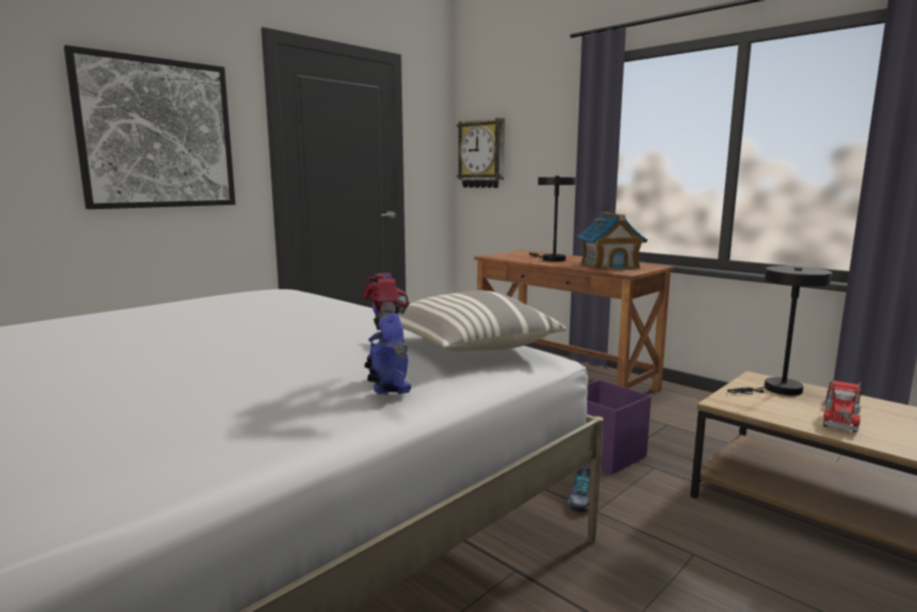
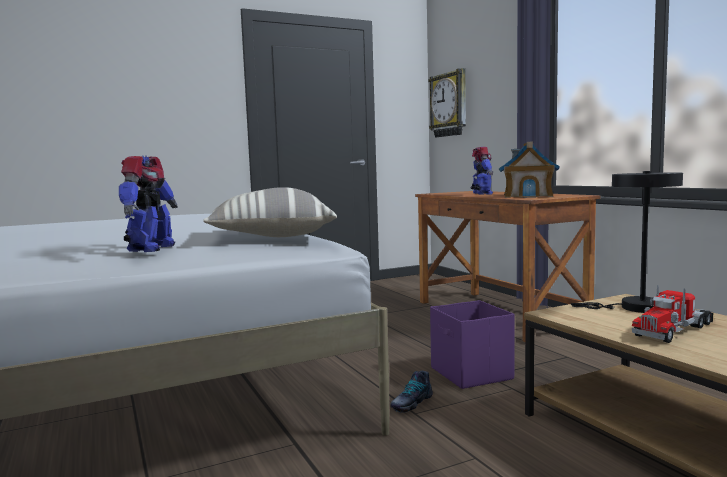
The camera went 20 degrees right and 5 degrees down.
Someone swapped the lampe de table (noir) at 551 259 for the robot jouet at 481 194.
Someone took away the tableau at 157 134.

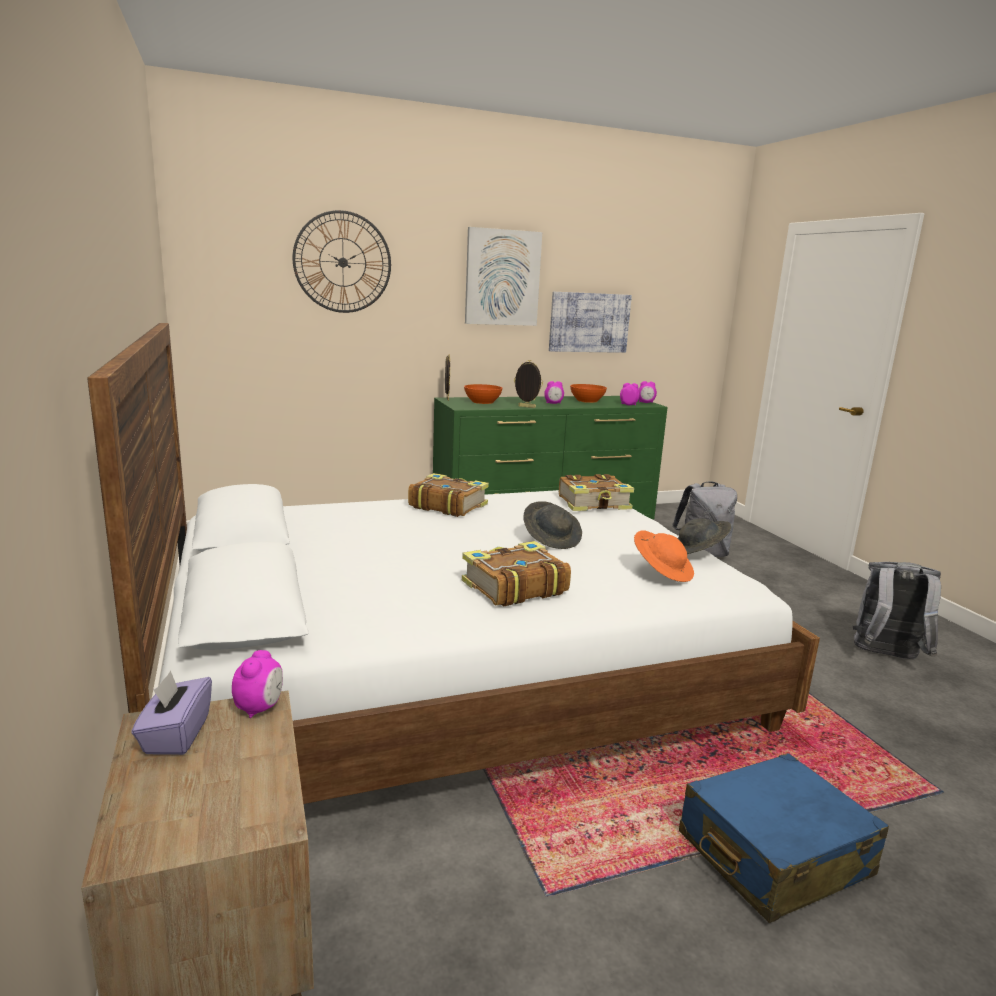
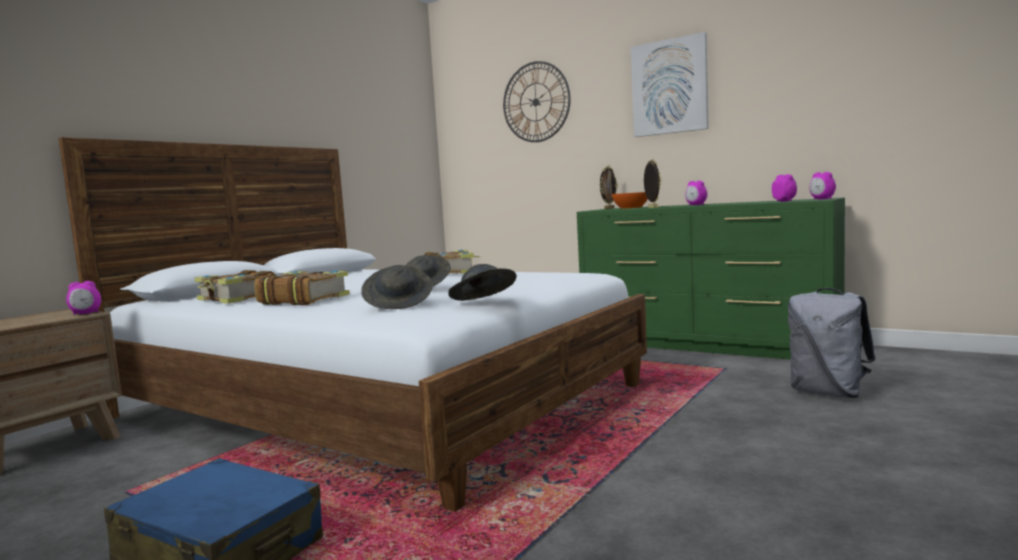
The camera went 55 degrees right and 10 degrees down.
Someone carried the livre from 594 504 to 237 299.
Someone repainted the chapeau (orange) at 662 571, which became the chapeau (gris) at 399 304.
Someone took away the boîte à mouchoirs (violet) at 176 735.
Someone took away the tableau at 589 322.
Someone took away the bol (orange) at 587 400.
Someone took away the sac à dos (gris) at 886 656.

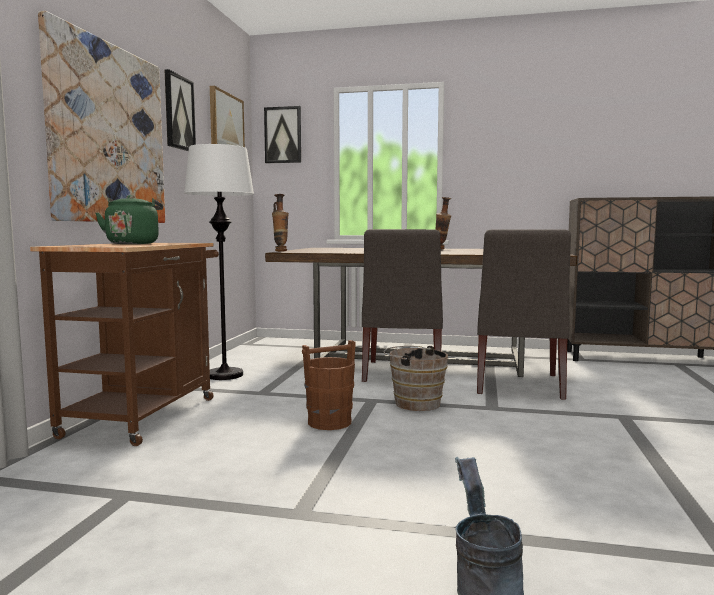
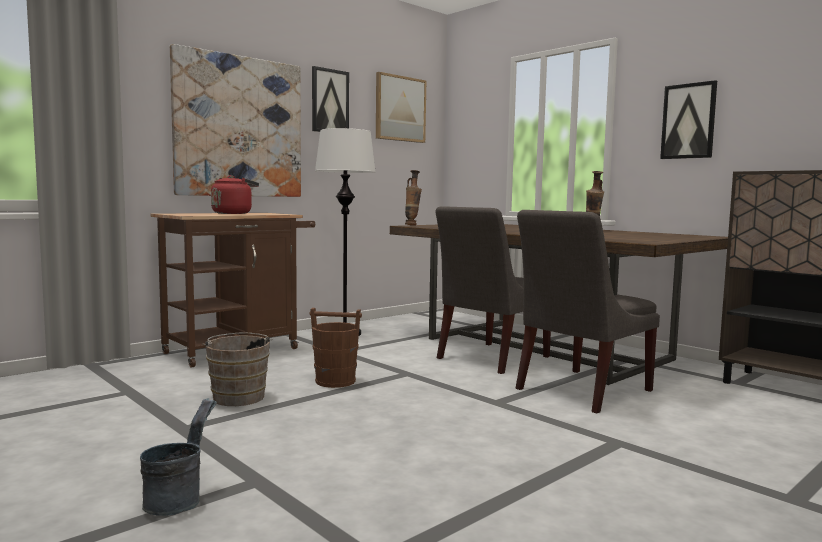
The camera went 35 degrees right and 0 degrees up.
Someone carried the seau (marron) from 414 403 to 238 396.
Someone repainted the bouilloire (vert) at 133 243, which became the bouilloire (rouge) at 233 213.
Someone carried the tableau from 283 135 to 688 121.

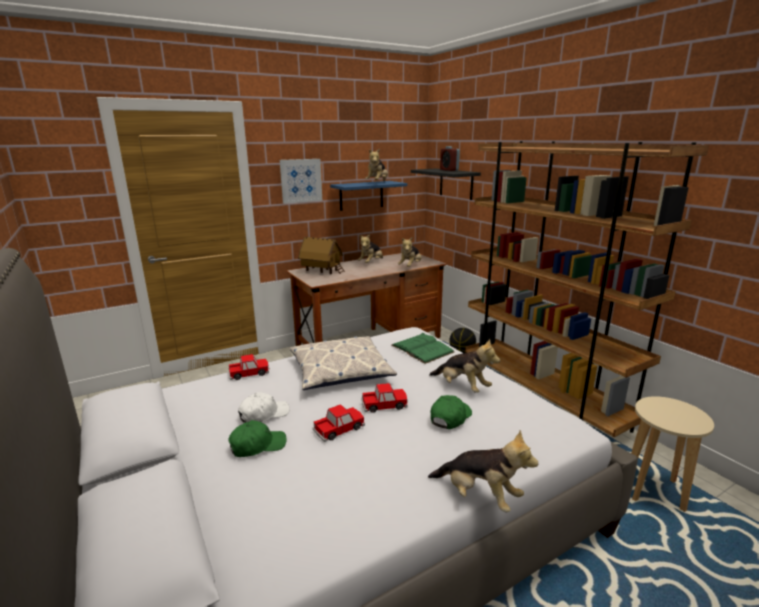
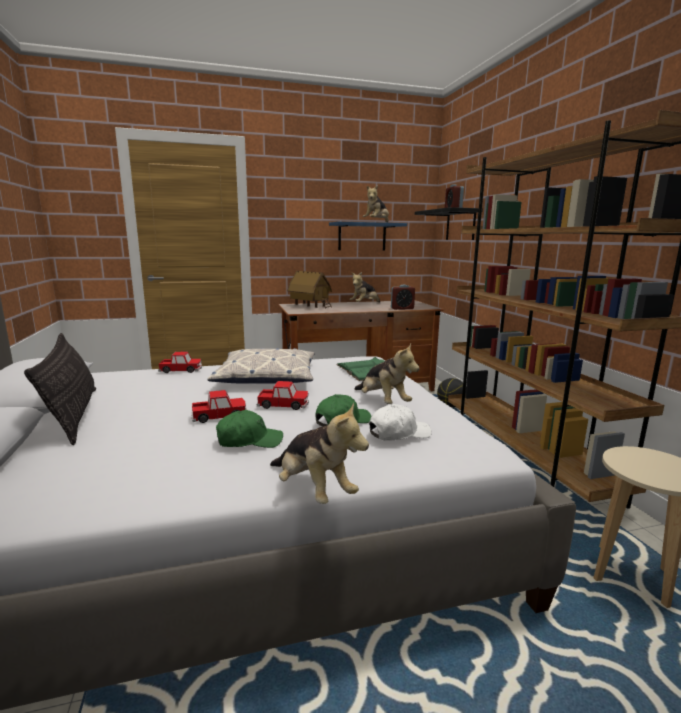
The camera went 15 degrees right and 5 degrees down.
Someone put down the coussin at 73 414.
Someone carried the casquette (vert) from 257 445 to 249 440.
Someone carried the casquette (blanc) from 264 414 to 399 433.
Someone swapped the peluche at 410 266 for the réveil at 402 308.
Someone took away the tableau at 301 180.

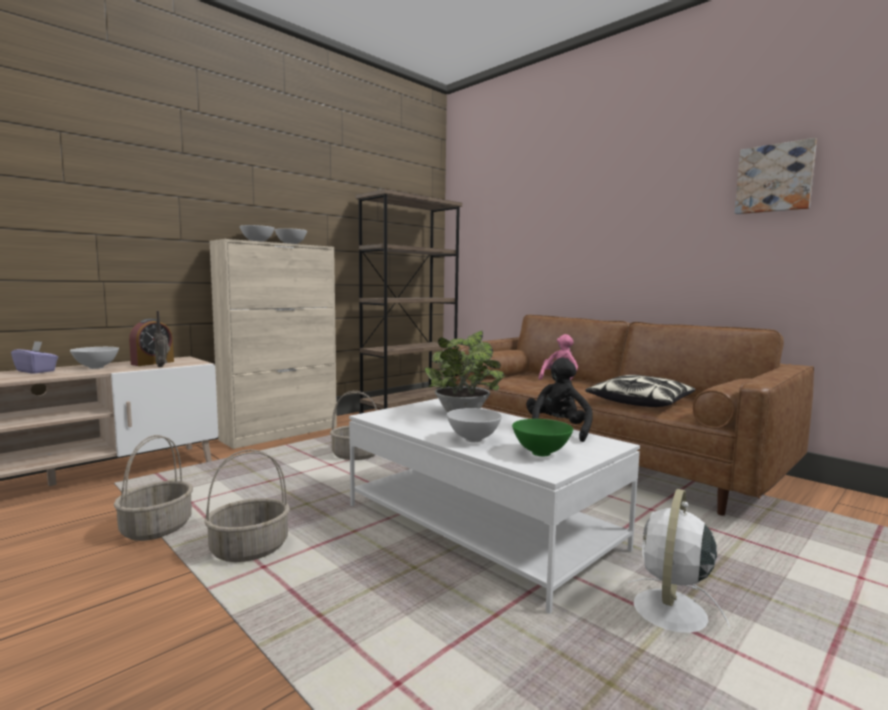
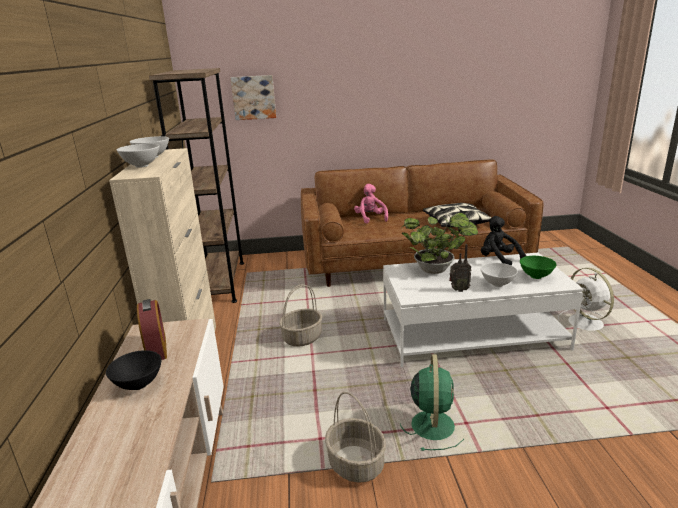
The camera went 50 degrees left and 15 degrees up.
Someone repainted the bol (blanc) at 96 367, which became the bol (noir) at 139 384.
Someone carried the tableau from 774 178 to 254 97.
Someone swapped the panier at 250 549 for the ventilateur (vert) at 432 424.
Someone carried the radio from 163 366 to 458 290.
Someone took away the boîte à mouchoirs (violet) at 36 371.

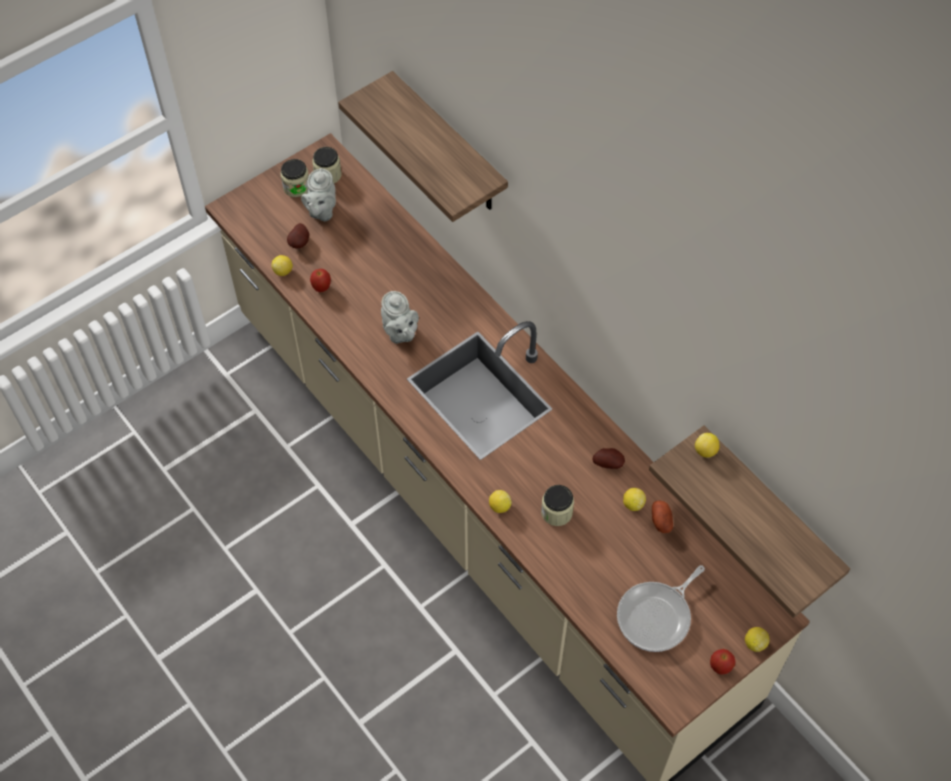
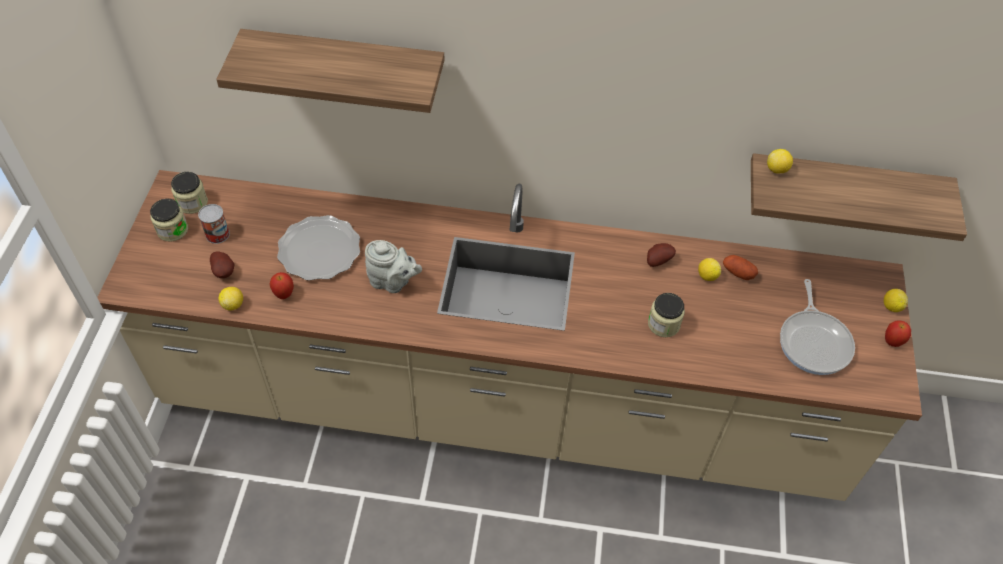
The camera went 45 degrees left and 5 degrees down.
Someone swapped the théière (gris) at 321 211 for the boîte métallique at 217 234.
Someone put down the assiette at 320 250.
Someone took away the citron at 499 506.

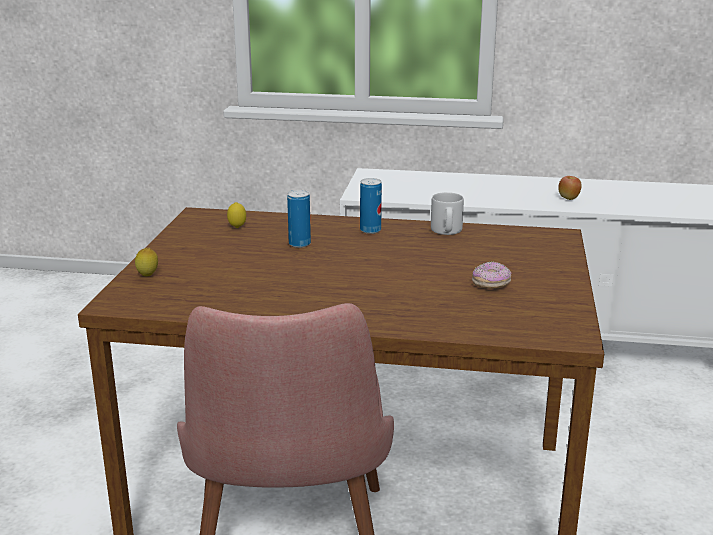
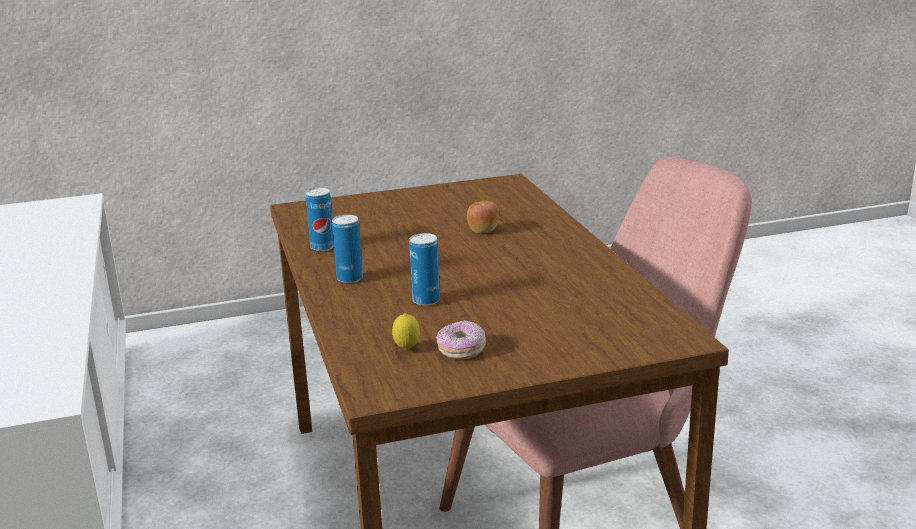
The camera went 115 degrees left and 0 degrees up.
Someone swapped the mug (gris) at 446 231 for the boîte métallique at 322 247.
Someone carried the beignet from 491 284 to 461 350.
Someone carried the pomme from 568 198 to 483 231.
Someone took away the citron at 148 276.

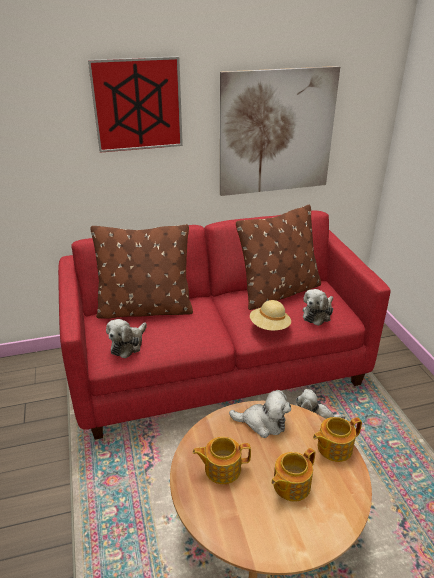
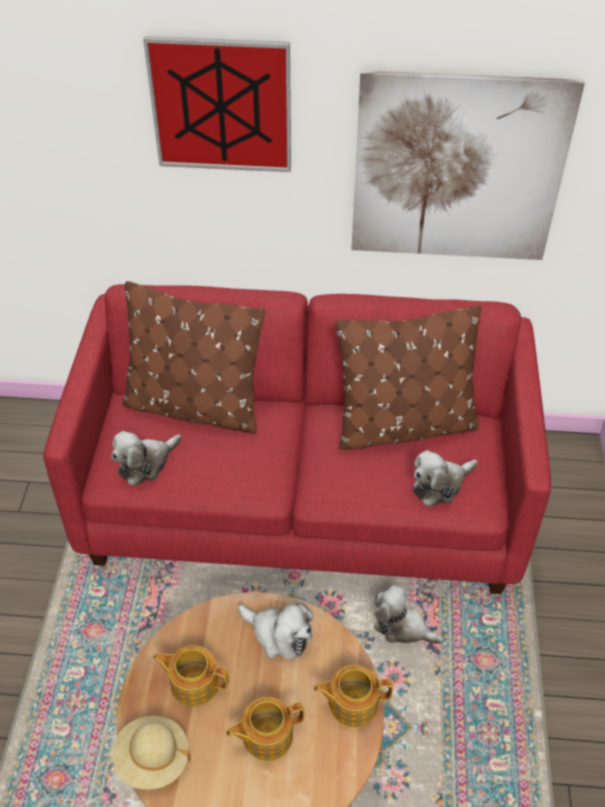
The camera went 20 degrees right and 15 degrees up.
Someone carried the chapeau (beige) from 269 327 to 152 759.

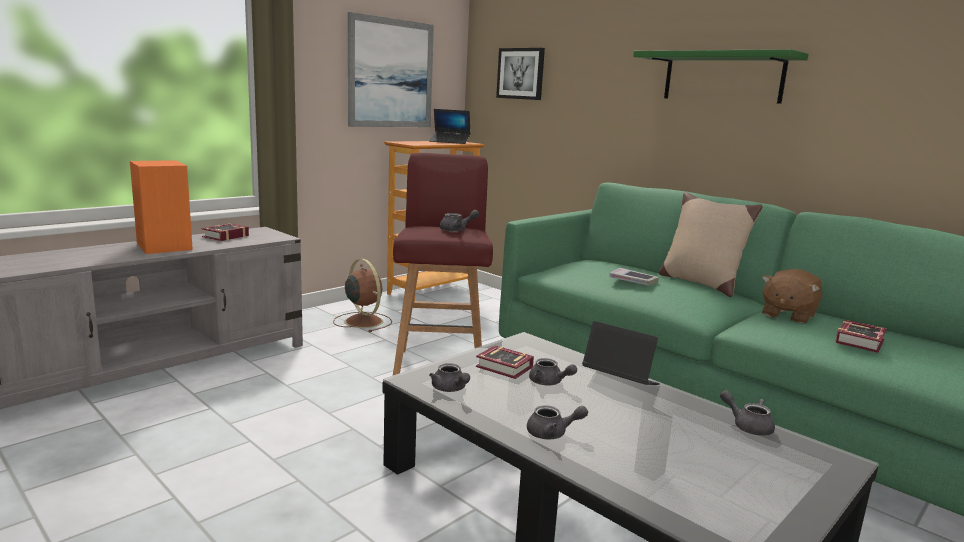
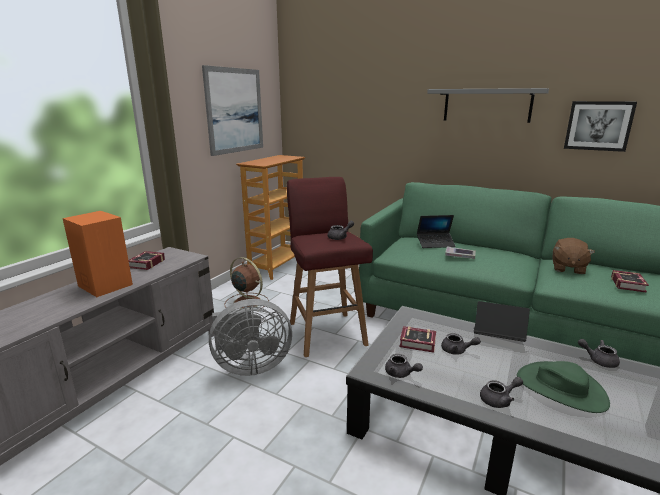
The camera went 15 degrees left and 5 degrees up.
Someone put down the ventilateur (gris) at 250 366.
Someone carried the ordinateur portable from 450 142 to 435 244.
Someone repainted the étagère (vert) at 722 77, which became the étagère (gris) at 487 105.
Someone put down the chapeau (vert) at 561 388.
Someone carried the tableau from 521 73 to 598 126.
Someone took away the coussin (beige) at 699 283.

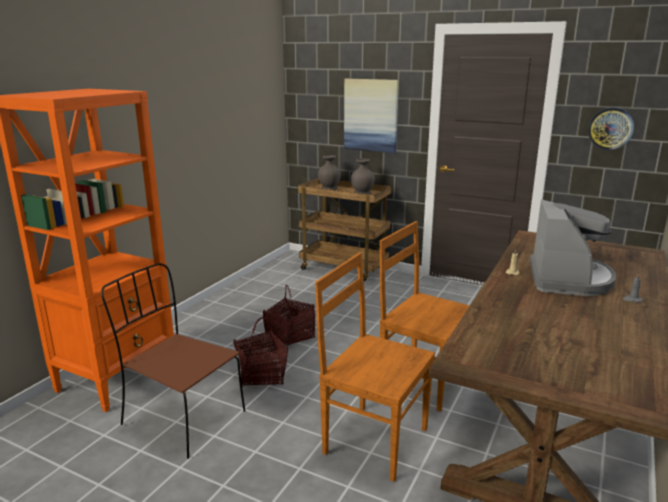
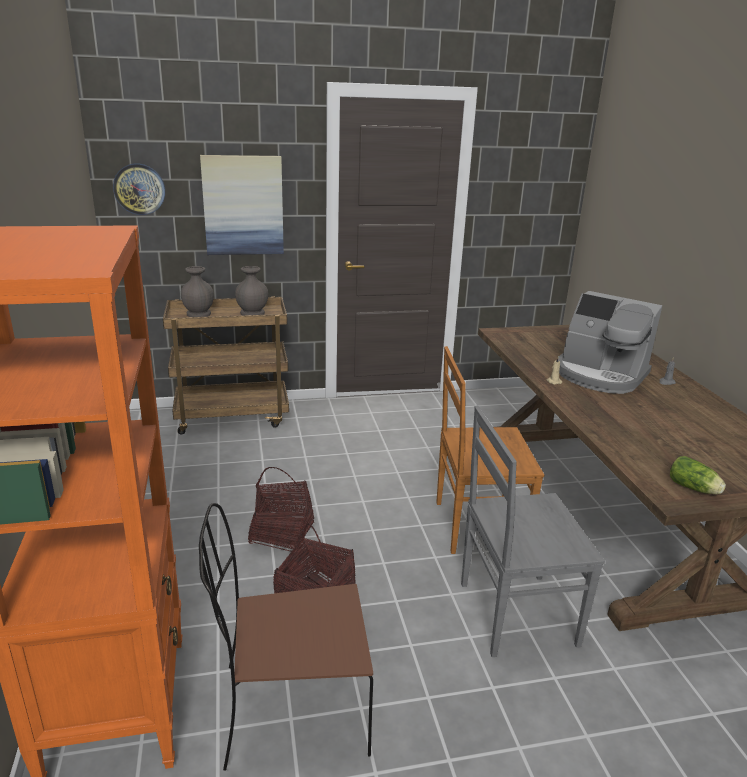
The camera went 40 degrees left and 5 degrees up.
Someone carried the horloge murale from 610 128 to 139 189.
Someone repainted the chaise (marron) at 373 439, which became the chaise (gris) at 513 614.
Someone rotated the machine à café at 568 279 by 150 degrees clockwise.
Someone put down the laitue at 694 489.

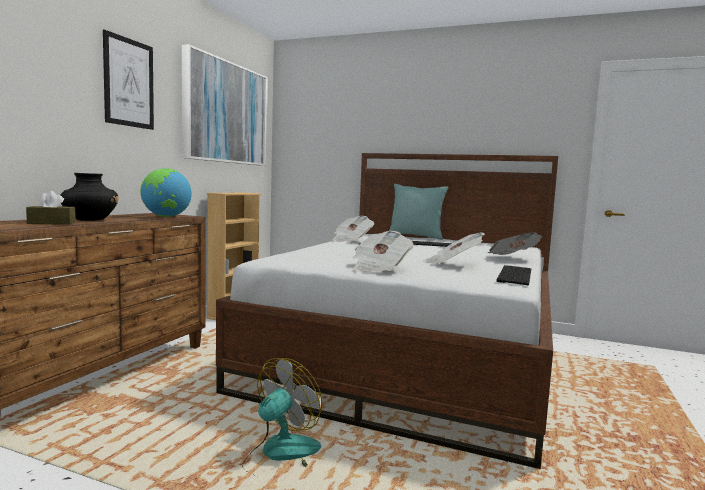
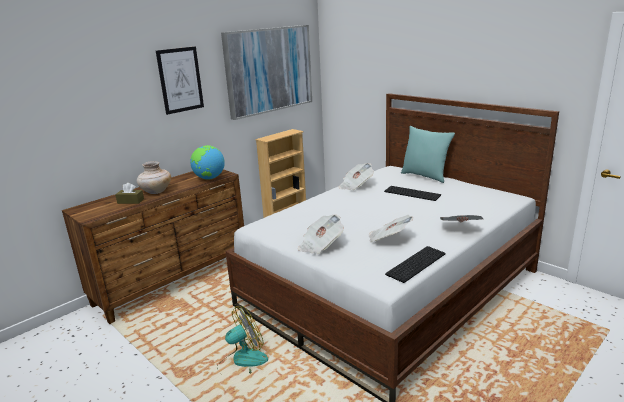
The camera went 25 degrees right and 15 degrees up.
Someone repainted the vase (noir) at 89 220, which became the vase (beige) at 156 192.

